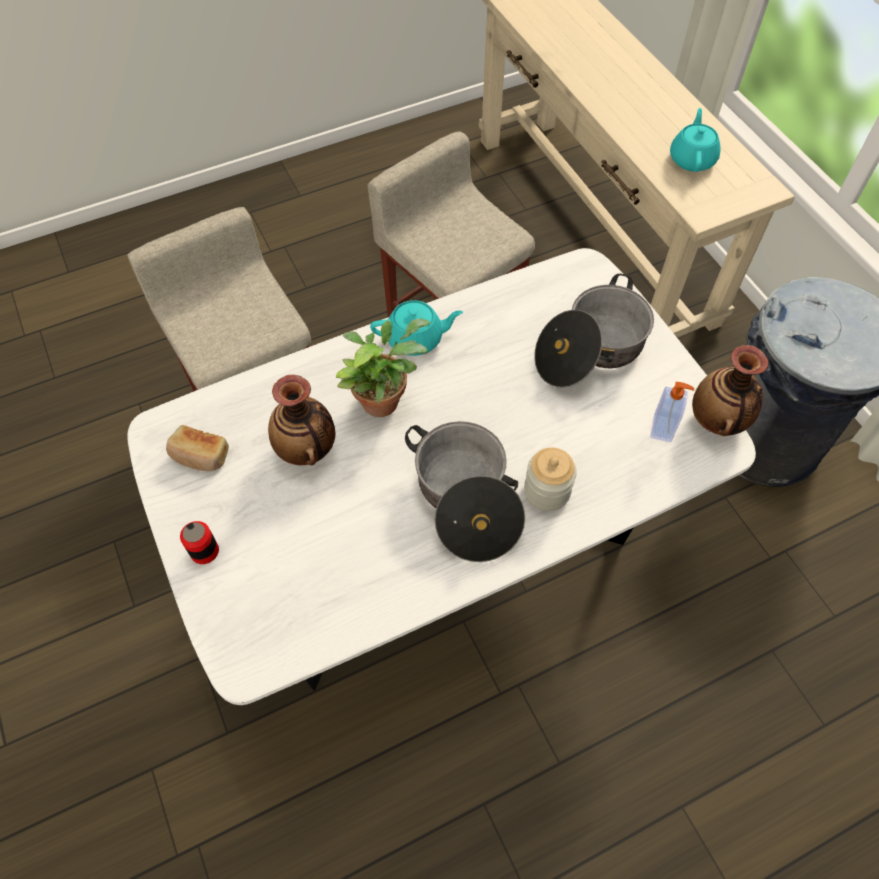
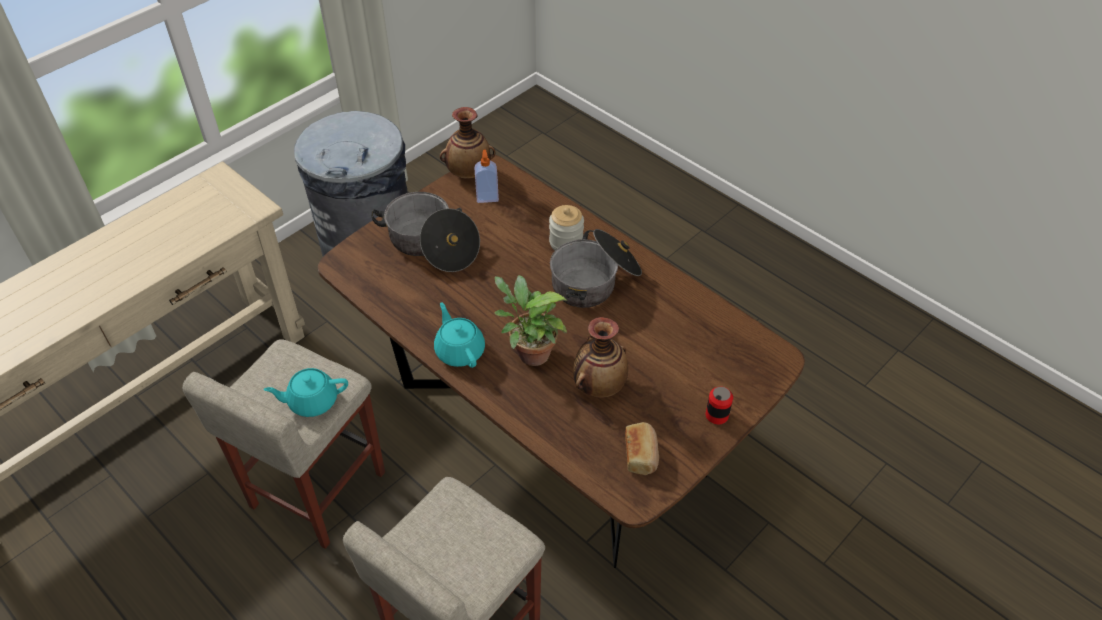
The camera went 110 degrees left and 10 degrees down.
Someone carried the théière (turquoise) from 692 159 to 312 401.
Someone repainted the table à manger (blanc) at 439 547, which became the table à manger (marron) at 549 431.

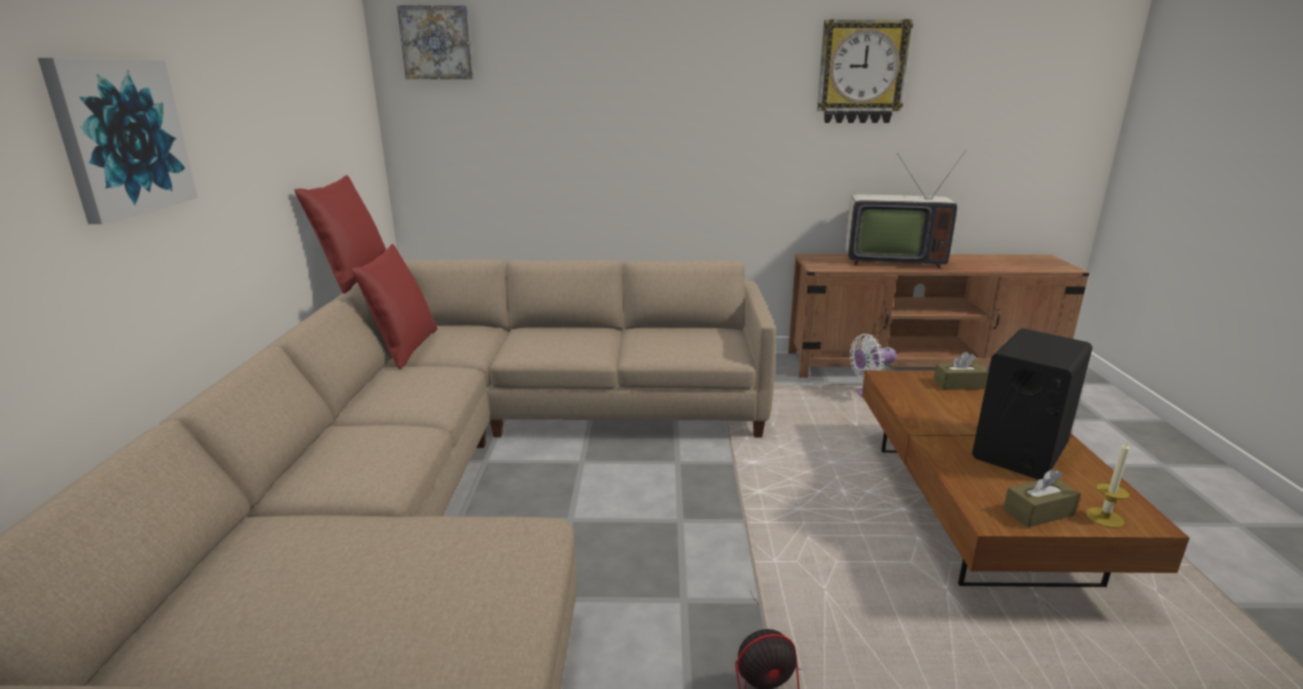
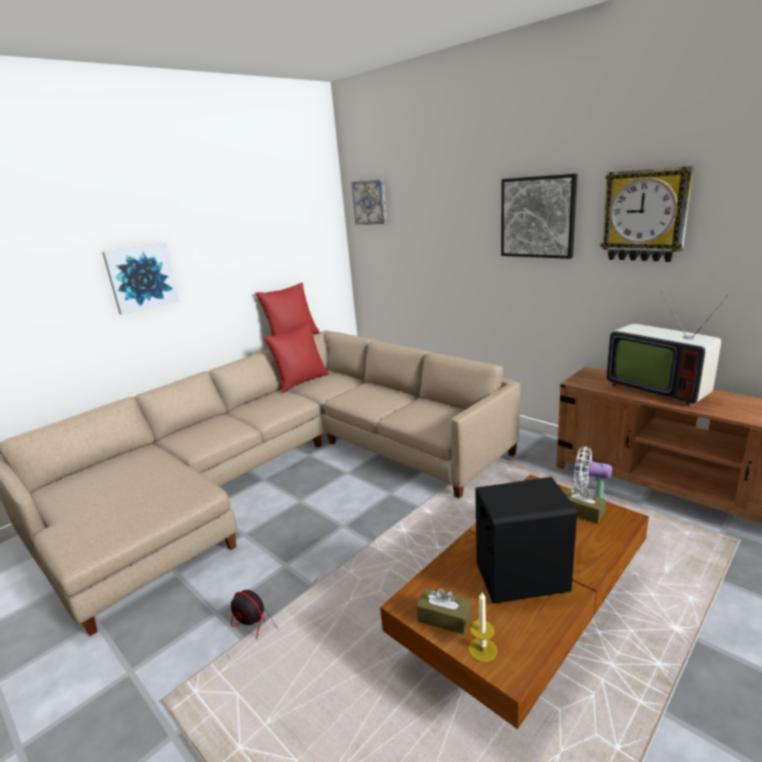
The camera went 45 degrees right and 0 degrees up.
Someone put up the tableau at 537 217.

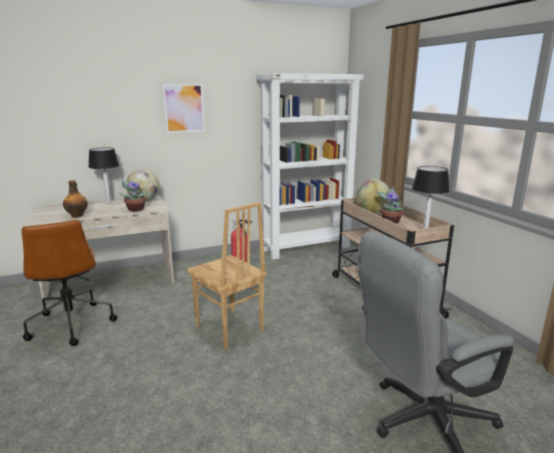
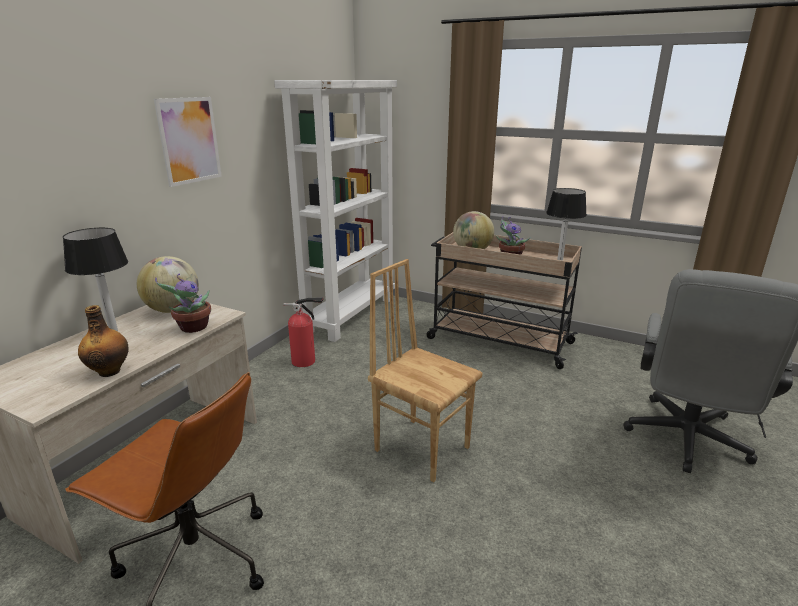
The camera went 40 degrees left and 5 degrees up.
Someone rotated the chaise (marron) at 228 329 by 150 degrees counterclockwise.

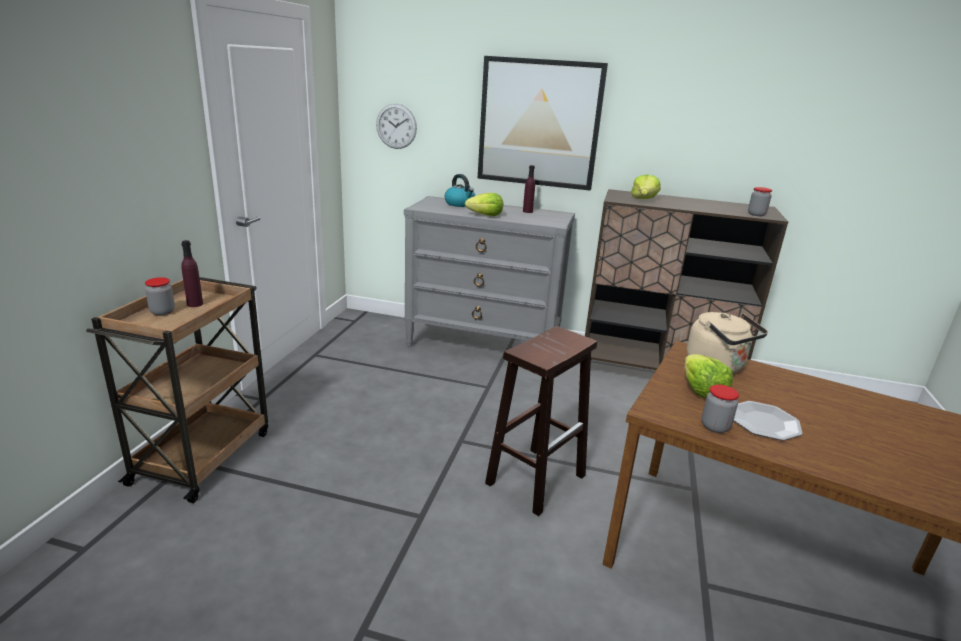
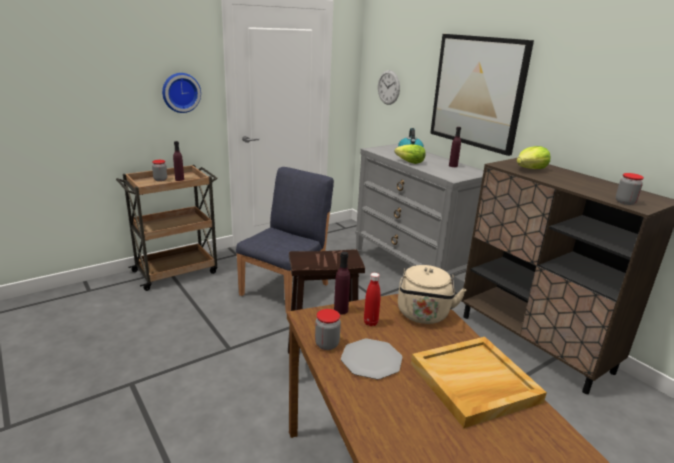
The camera went 40 degrees right and 0 degrees up.
Someone put up the horloge murale at 180 92.
Someone put down the chaise (bleu) at 286 289.
Someone put down the bouteille (violet) at 341 310.
Someone swapped the laitue at 701 390 for the bouteille (rouge) at 370 323.
Someone put down the plateau (beige) at 474 383.

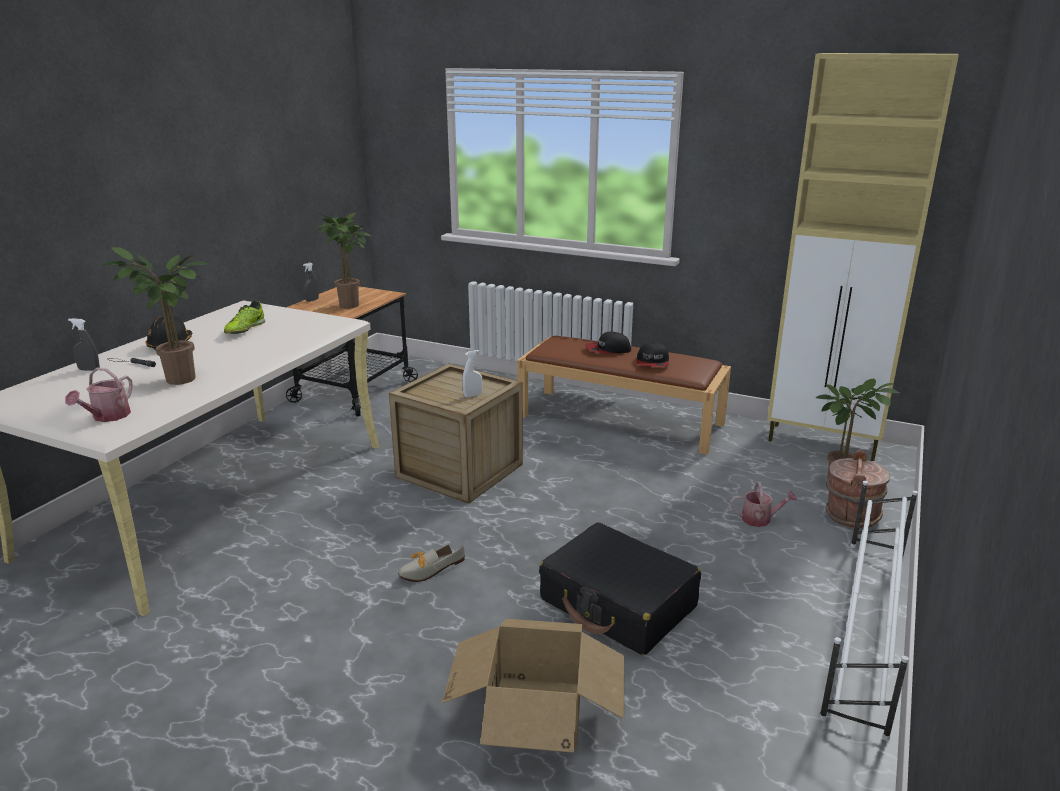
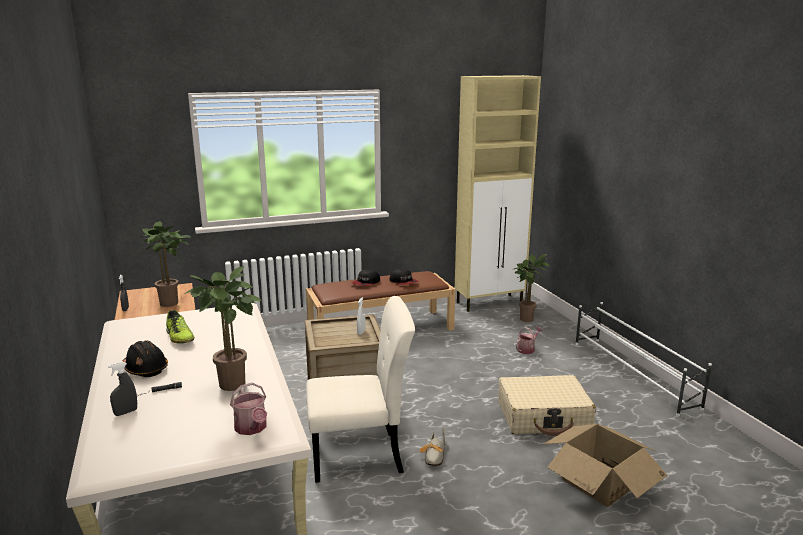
The camera went 45 degrees left and 5 degrees down.
Someone put down the chaise (beige) at 361 456.
Someone repainted the valise (noir) at 618 604, which became the valise (beige) at 544 417.
Someone took away the seau (marron) at 851 515.

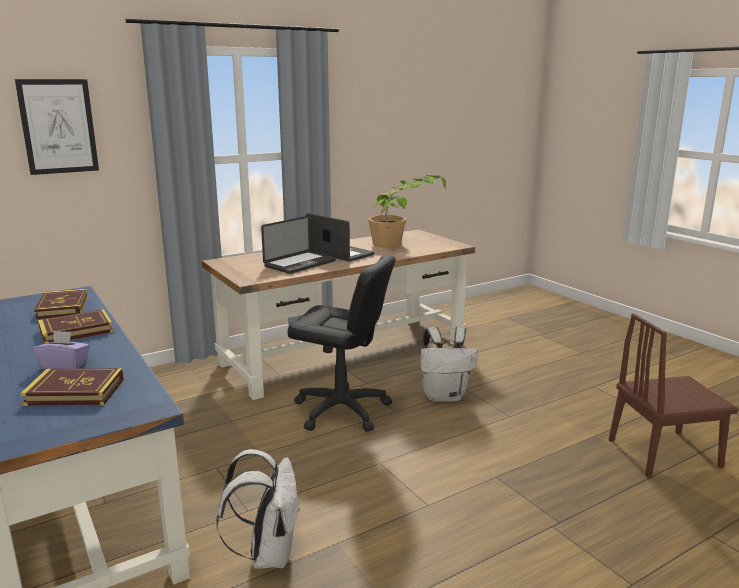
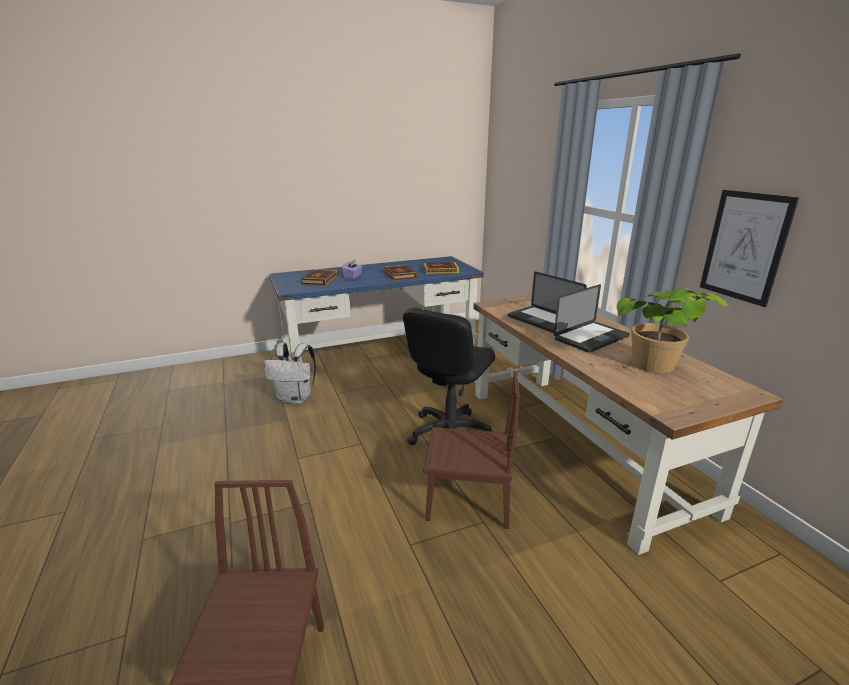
The camera went 100 degrees right and 5 degrees up.
Someone swapped the sac à dos (blanc) at 444 396 for the chaise (marron) at 468 501.
Someone carried the tableau from 58 126 to 744 247.

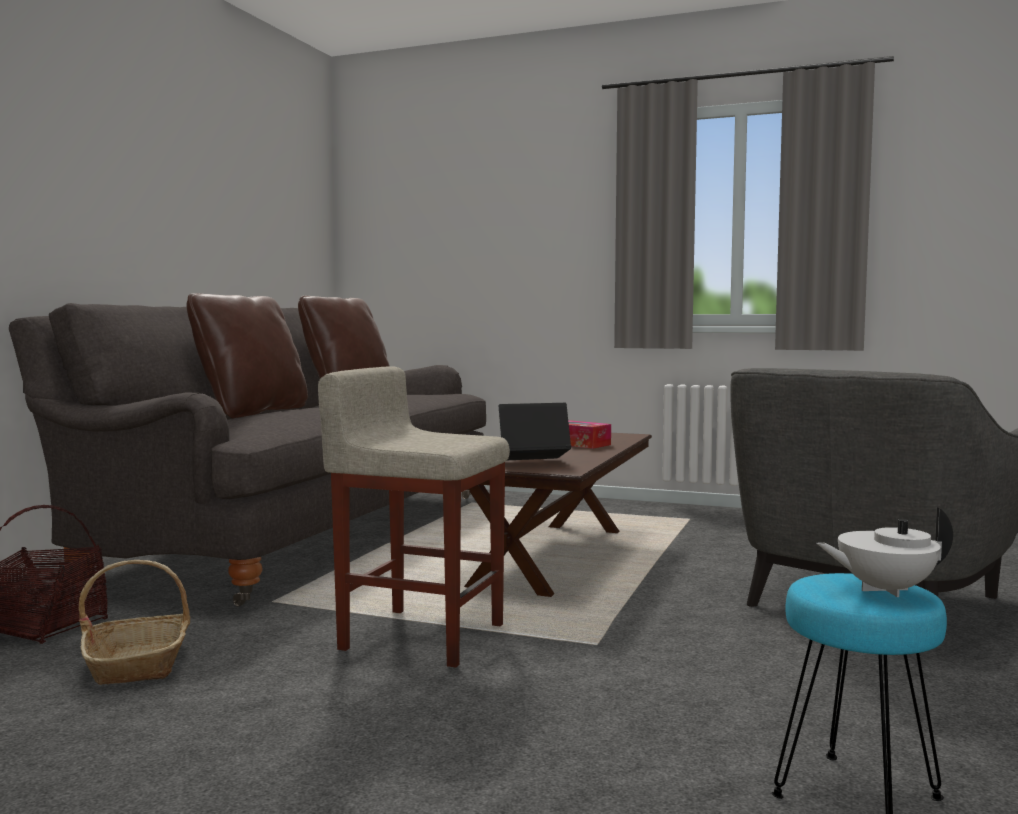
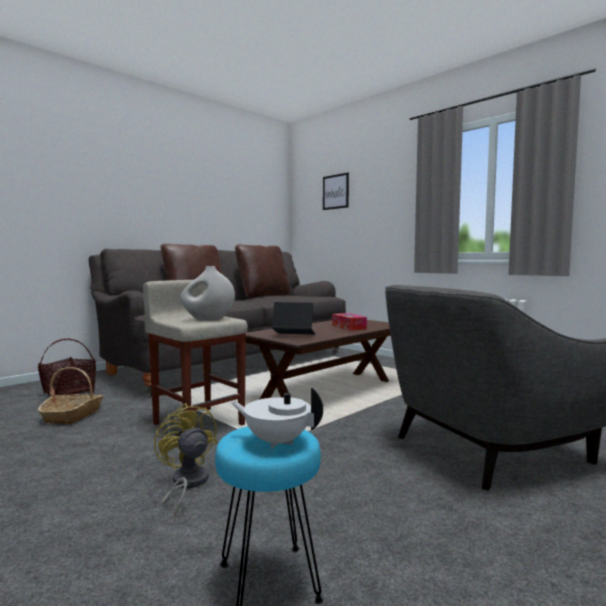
The camera went 25 degrees right and 0 degrees up.
Someone put down the ventilateur (jaune) at 186 484.
Someone put down the vase (blanc) at 208 319.
Someone put up the tableau at 335 191.

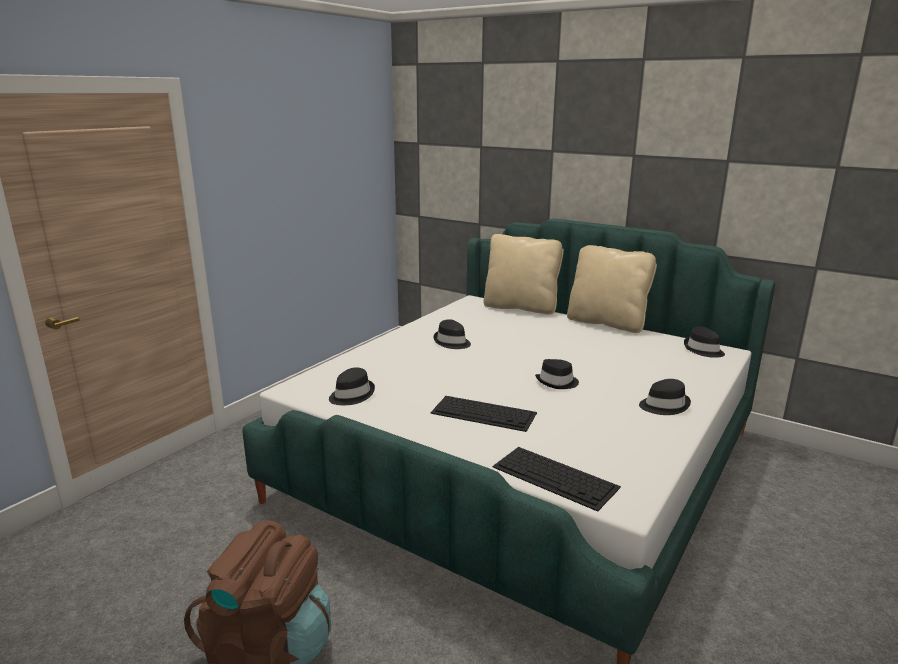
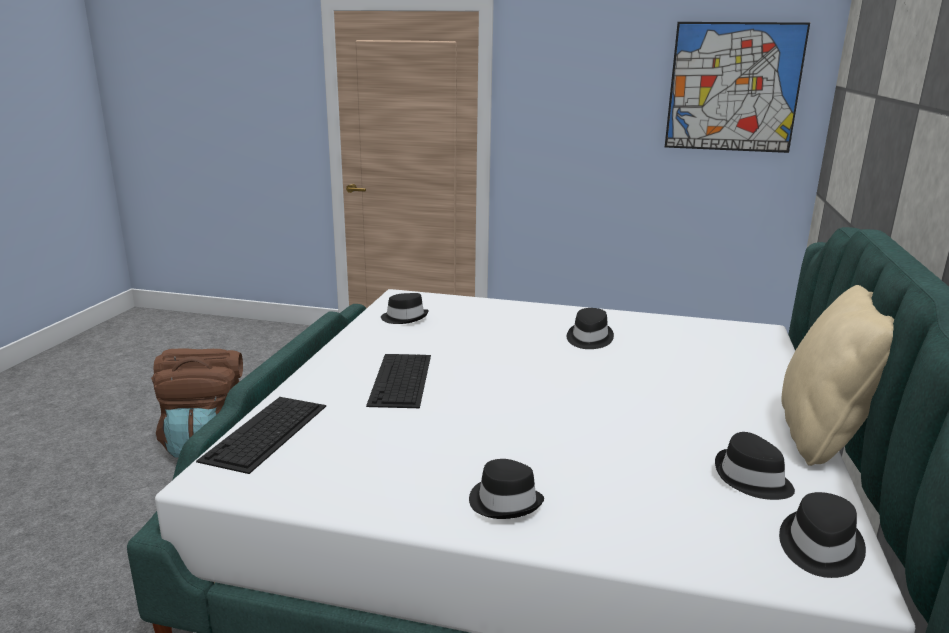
The camera went 70 degrees right and 0 degrees up.
Someone put up the tableau at 733 87.
Someone carried the chapeau (noir) from 557 382 to 752 479.
Someone took away the coussin (beige) at 521 307.

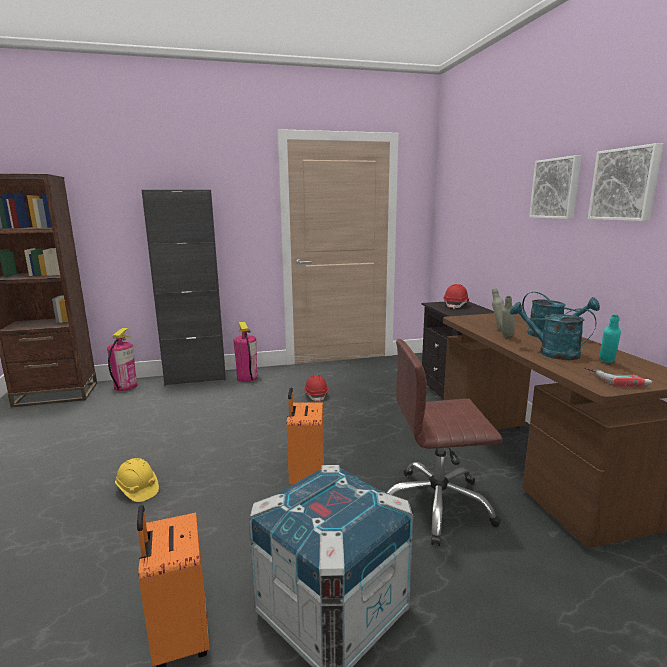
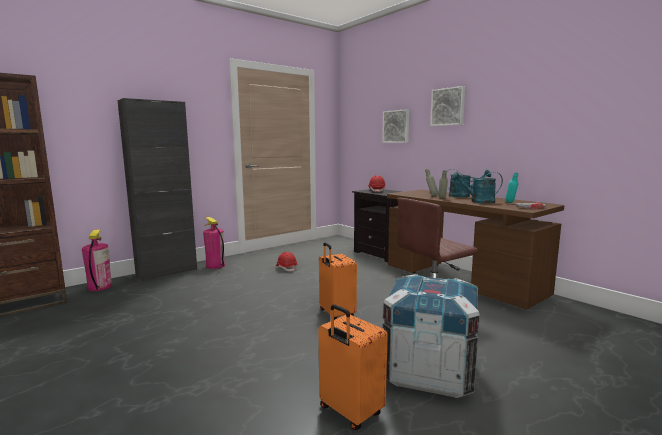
The camera went 25 degrees left and 5 degrees down.
Someone carried the tableau from 625 184 to 396 126.
Someone took away the casque de chantier (jaune) at 137 489.

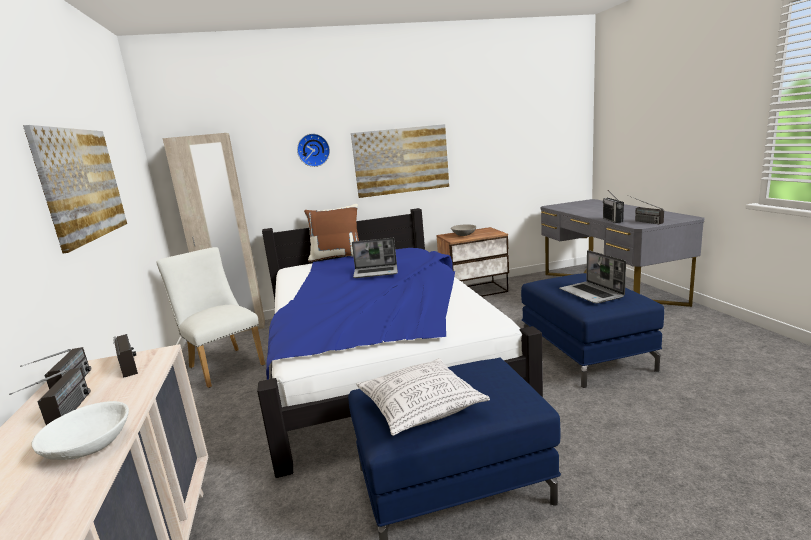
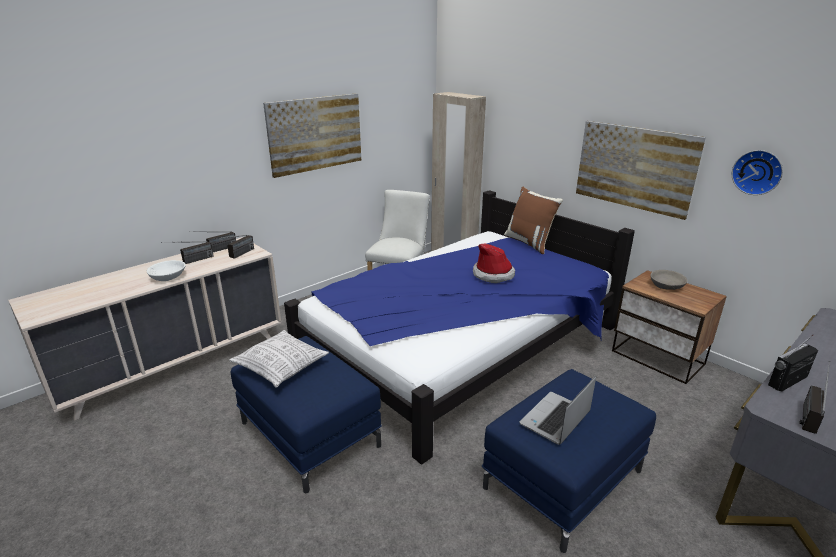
The camera went 60 degrees right and 10 degrees up.
Someone swapped the ordinateur portable at 376 272 for the chapeau at 493 274.
Someone carried the horloge murale from 313 150 to 757 172.

